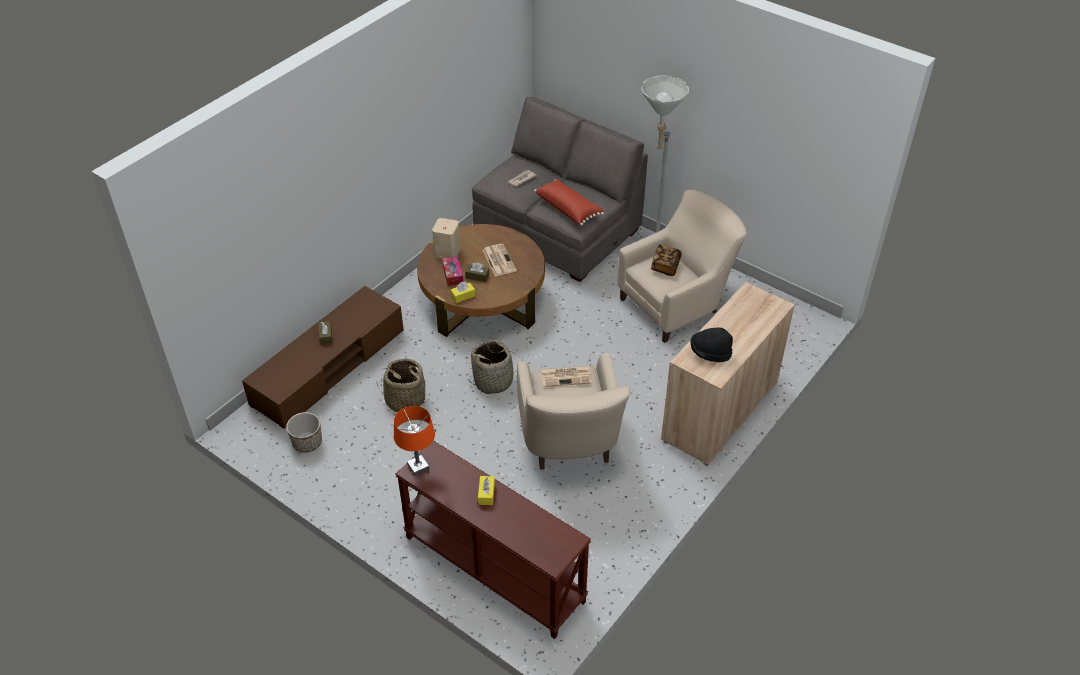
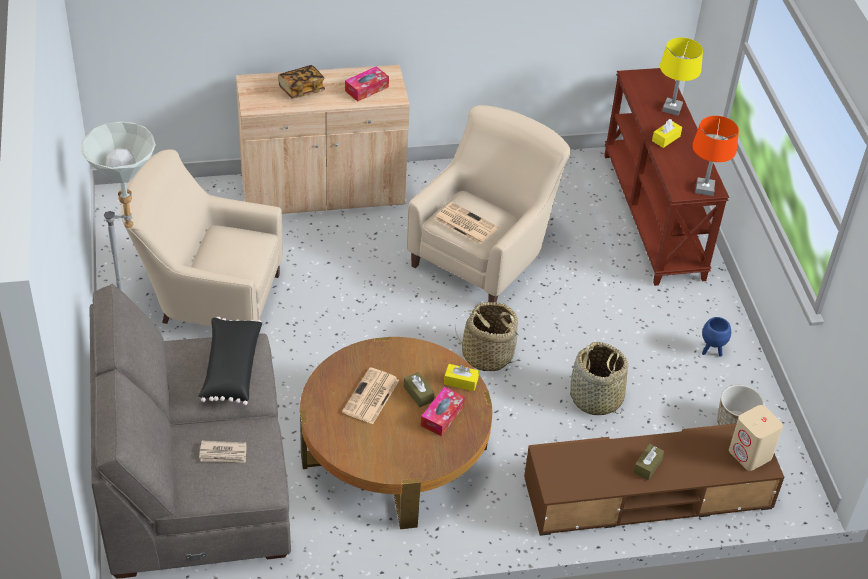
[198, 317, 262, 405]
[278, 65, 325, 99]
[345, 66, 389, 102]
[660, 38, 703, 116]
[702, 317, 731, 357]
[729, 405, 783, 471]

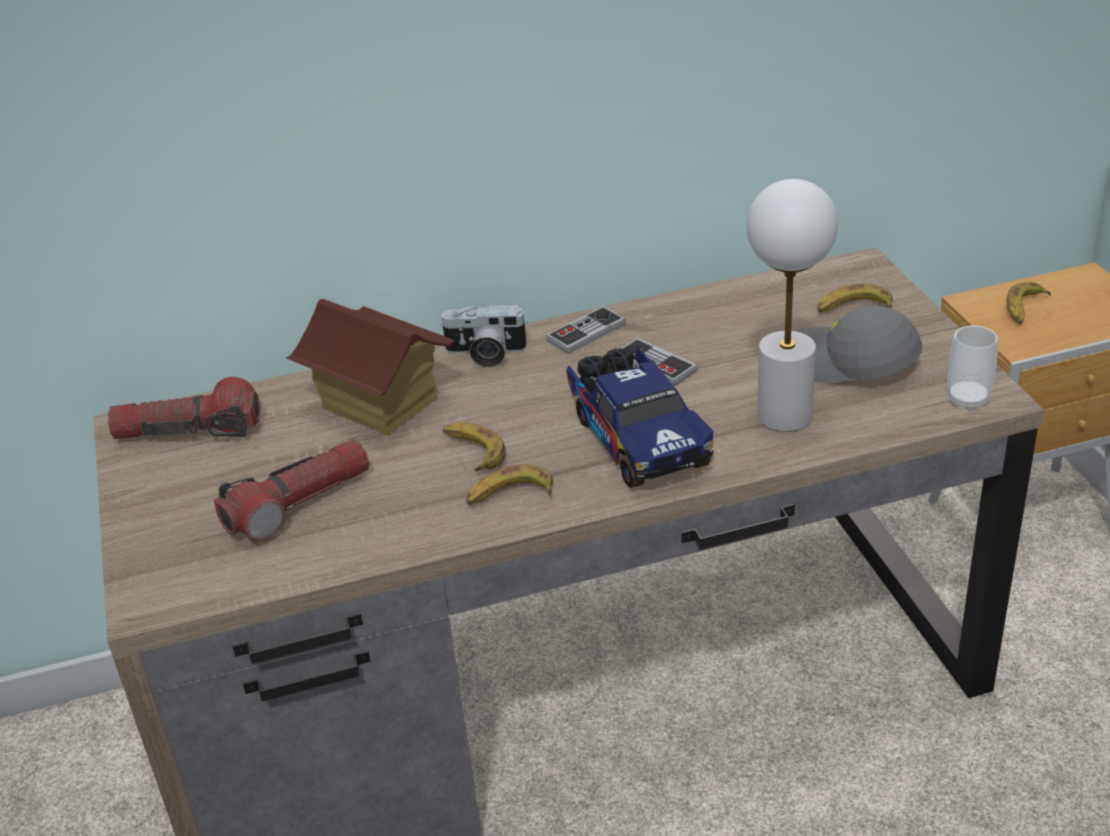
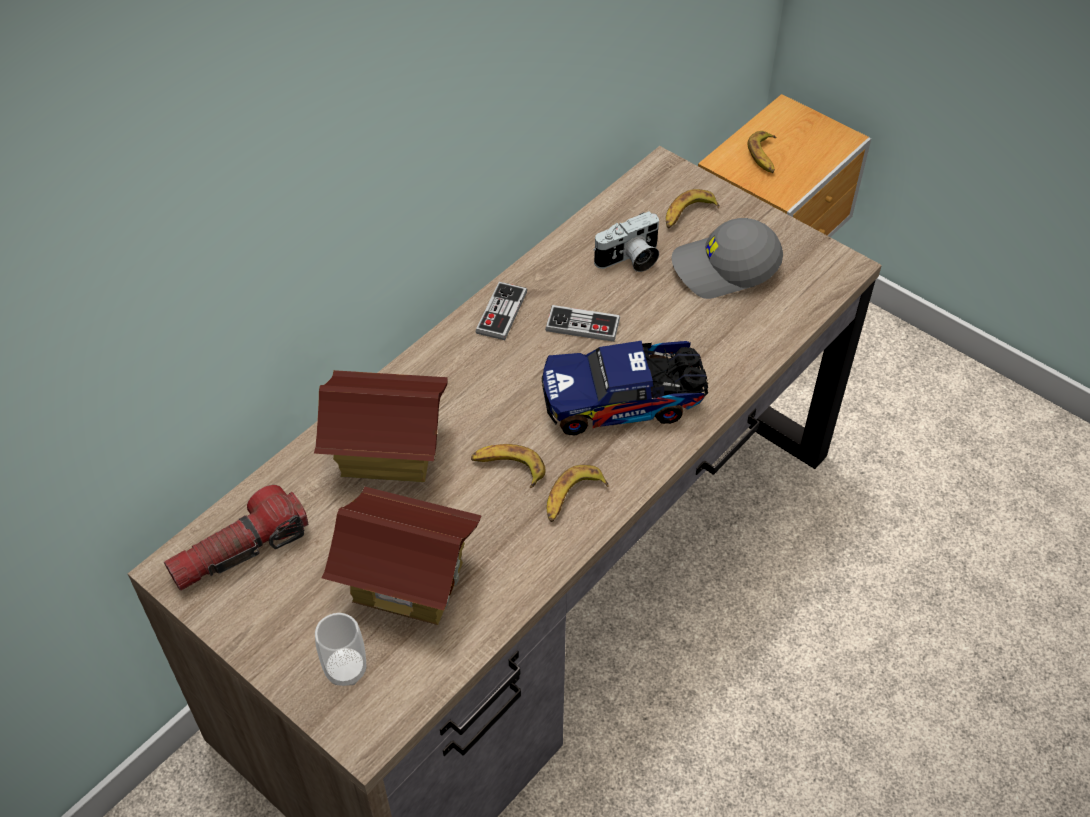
[315, 613, 366, 686]
[321, 487, 481, 625]
[542, 341, 708, 436]
[593, 211, 659, 272]
[747, 179, 838, 432] (first image)

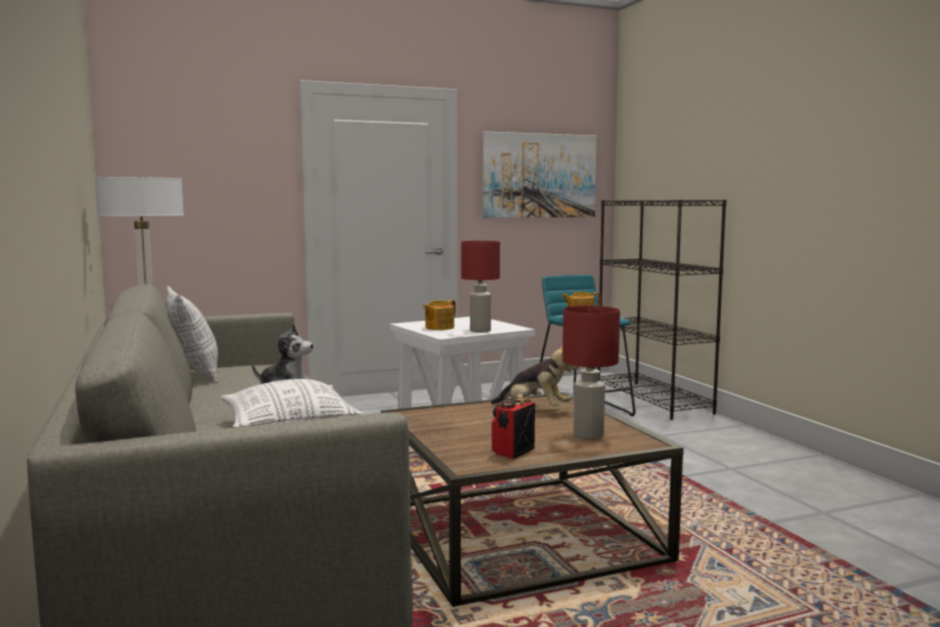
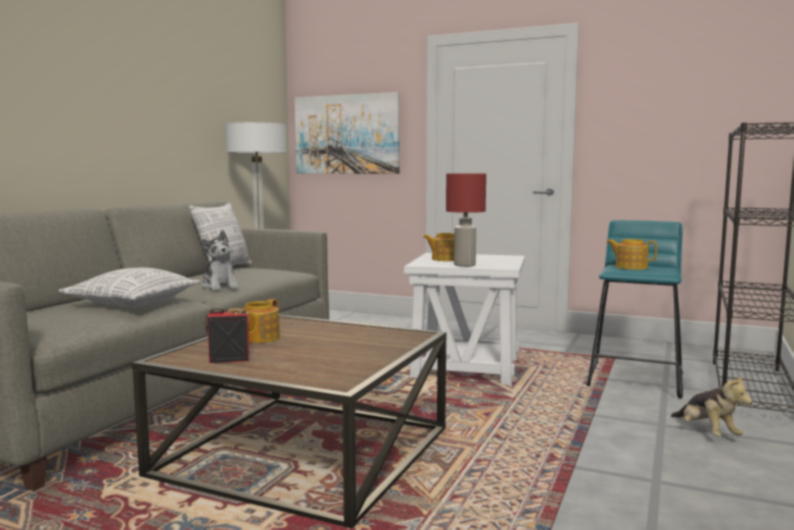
[242, 299, 280, 343]
[295, 92, 400, 174]
[671, 374, 753, 436]
[562, 306, 620, 440] (first image)

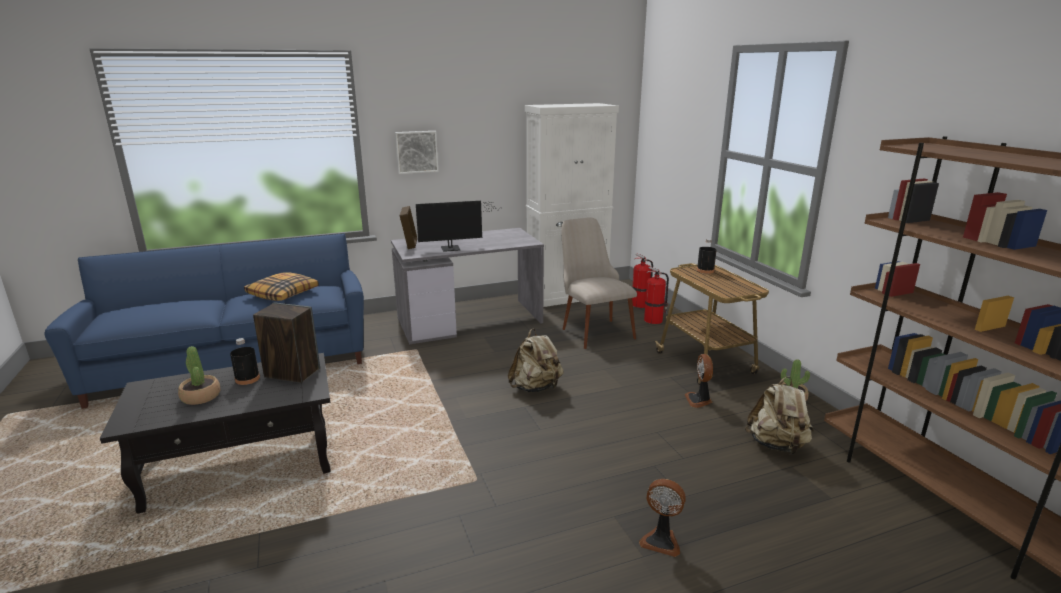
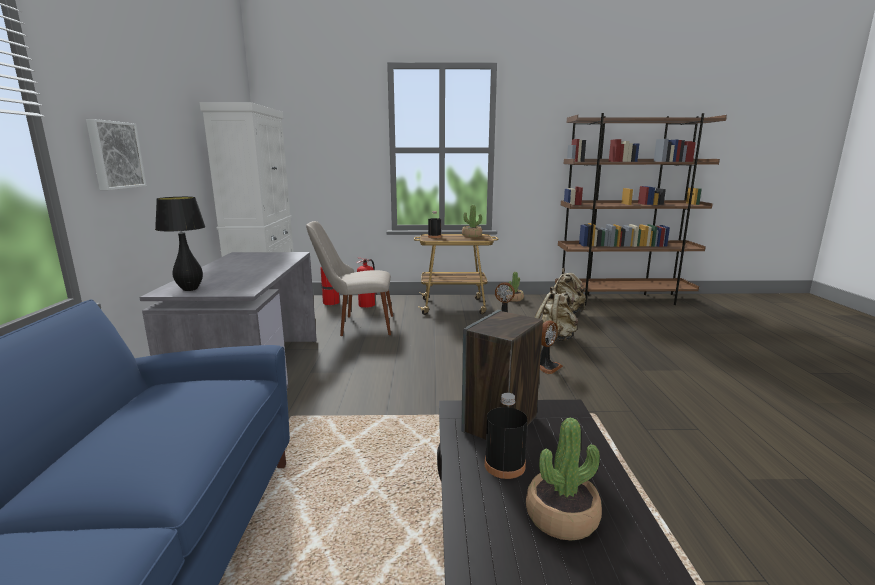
[155, 196, 206, 291]
[462, 205, 482, 237]
[534, 287, 578, 341]
[540, 320, 563, 374]
[244, 272, 319, 301] (first image)
[416, 201, 501, 252] (first image)

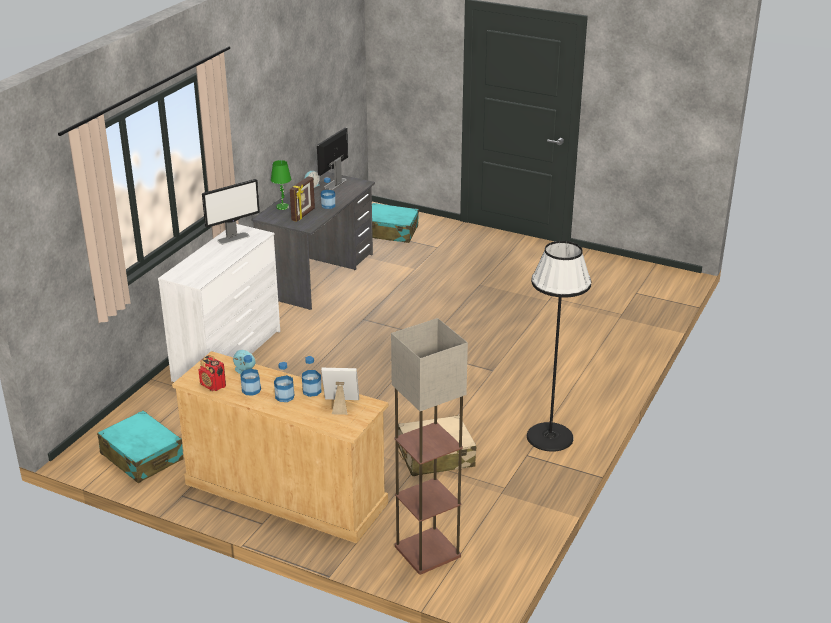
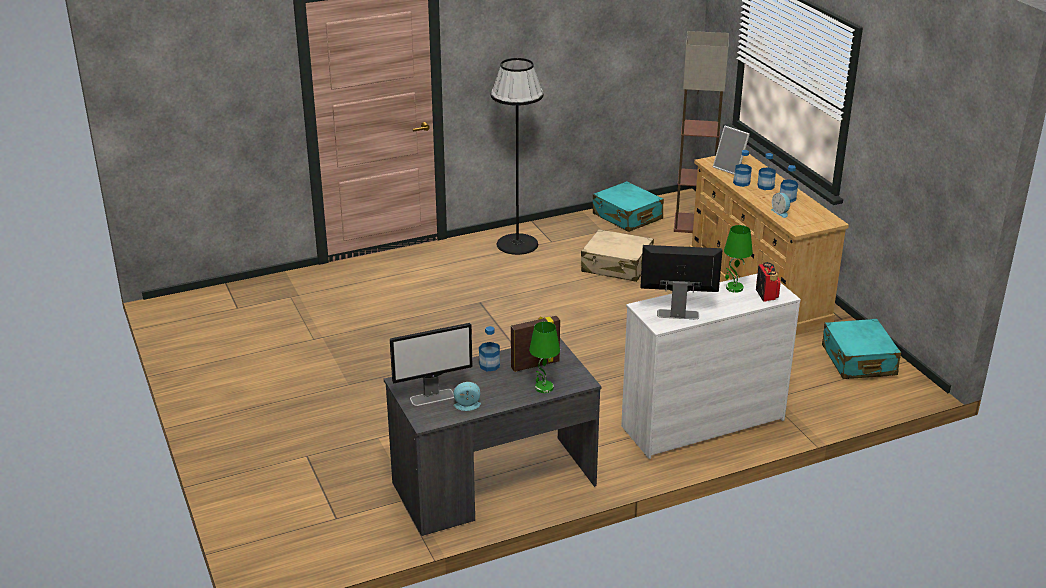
[593, 181, 664, 232]
[724, 225, 753, 293]
[756, 262, 781, 302]

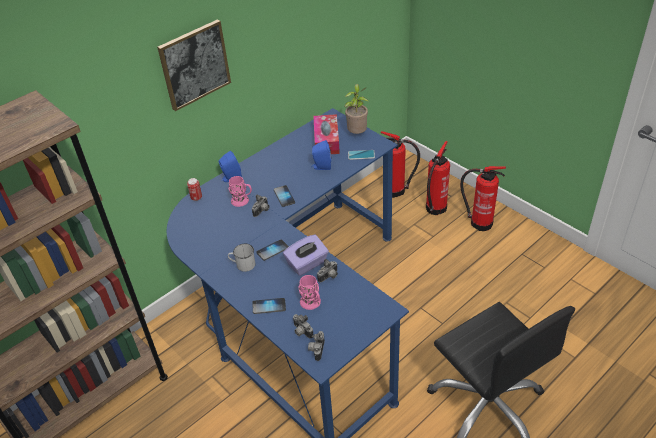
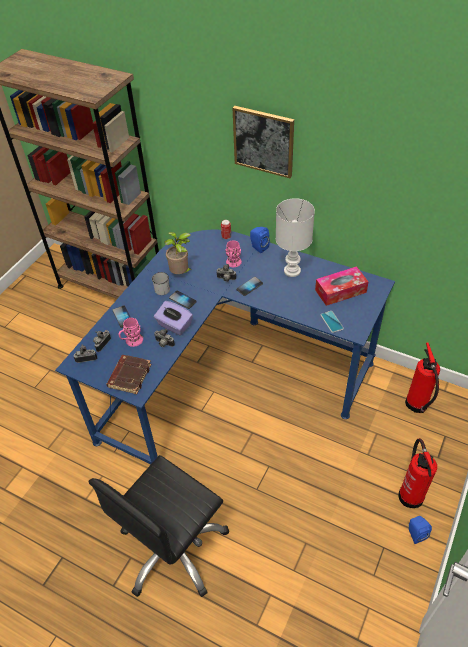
[106, 355, 151, 394]
[164, 232, 193, 274]
[276, 198, 315, 277]
[409, 516, 432, 544]
[426, 141, 450, 215] (first image)

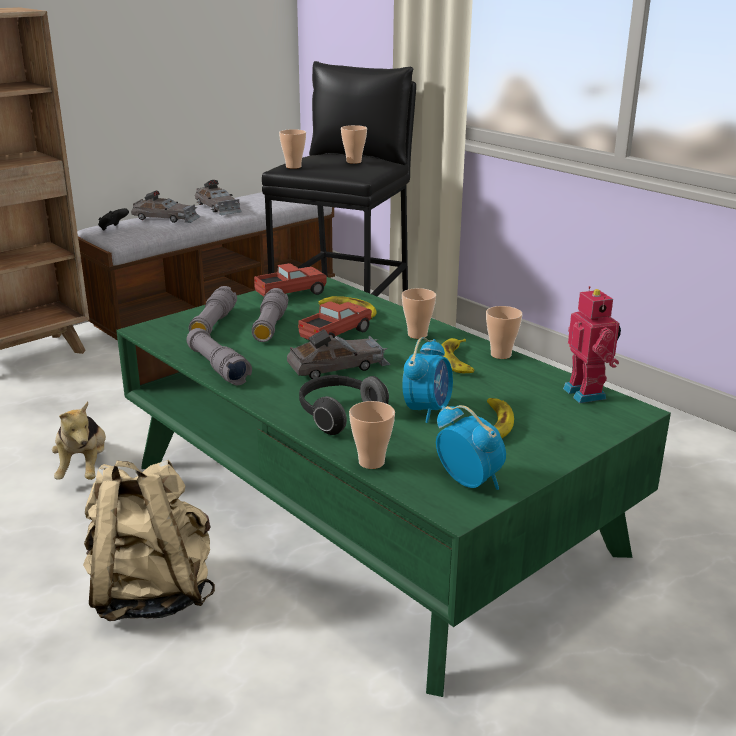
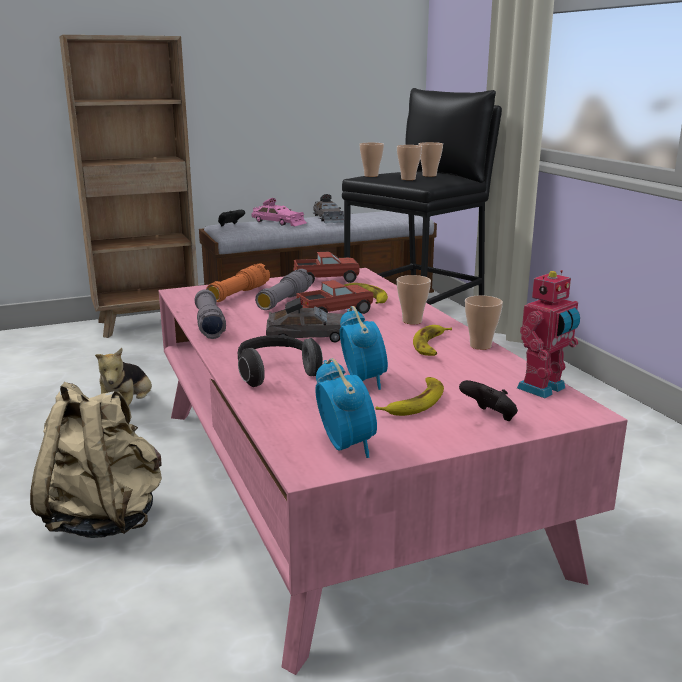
[158, 268, 628, 675]
[206, 263, 270, 302]
[251, 198, 307, 226]
[340, 306, 388, 390]
[397, 145, 422, 180]
[459, 380, 518, 421]
[517, 270, 580, 398]

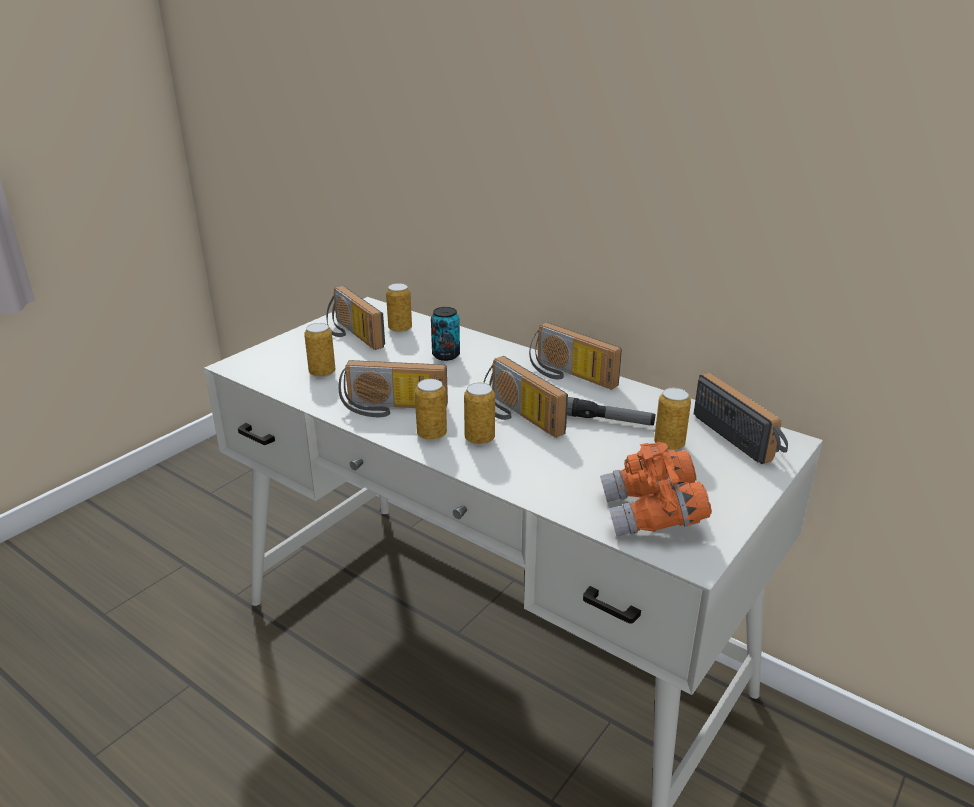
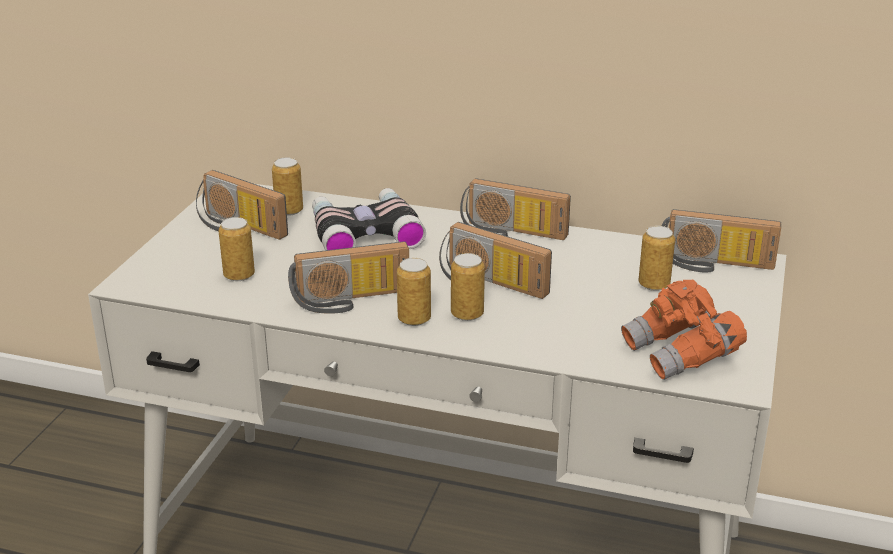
[312, 188, 426, 250]
[662, 209, 781, 273]
[567, 397, 655, 426] (first image)

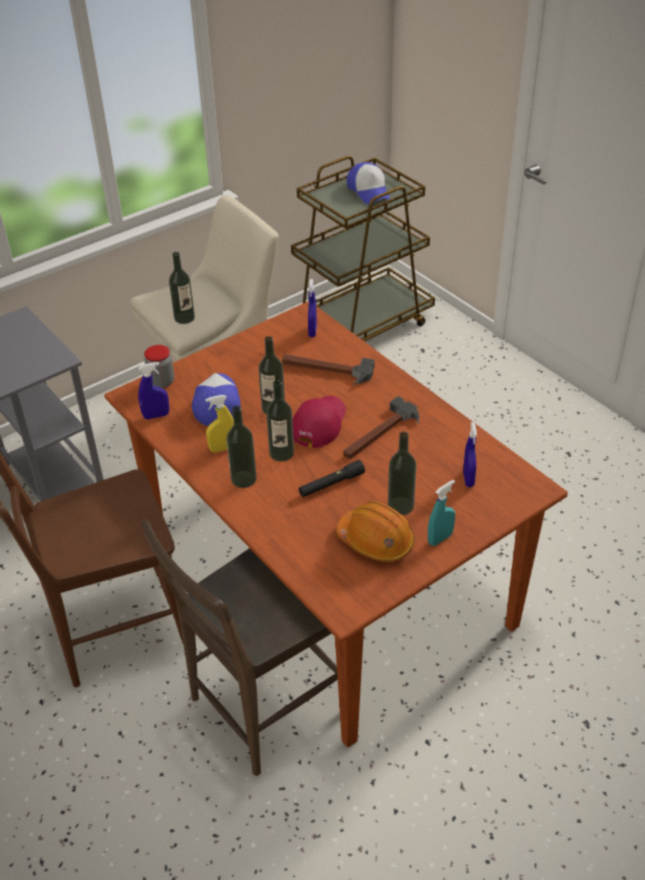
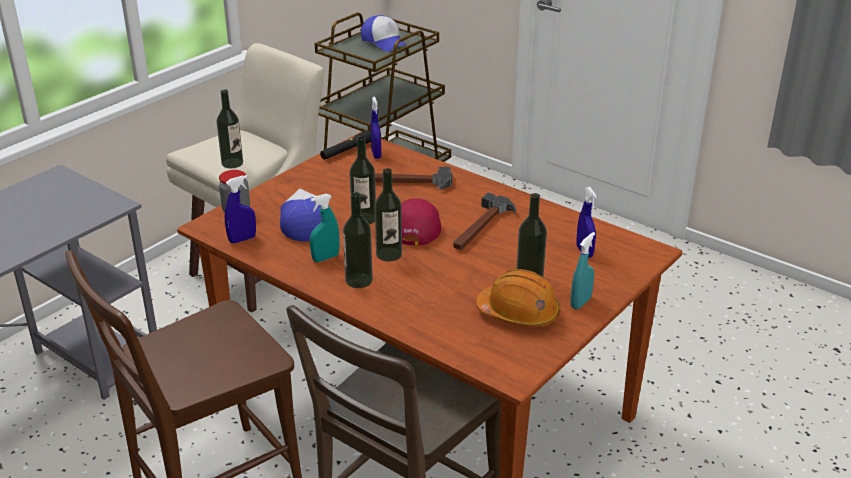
[310, 194, 340, 262]
[320, 130, 371, 160]

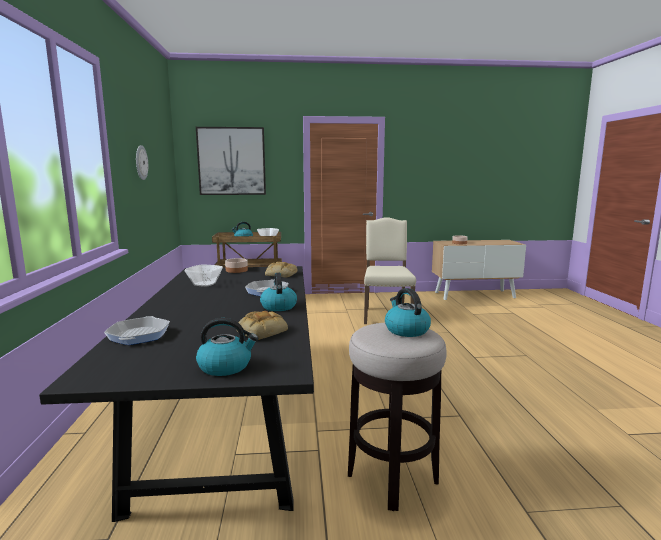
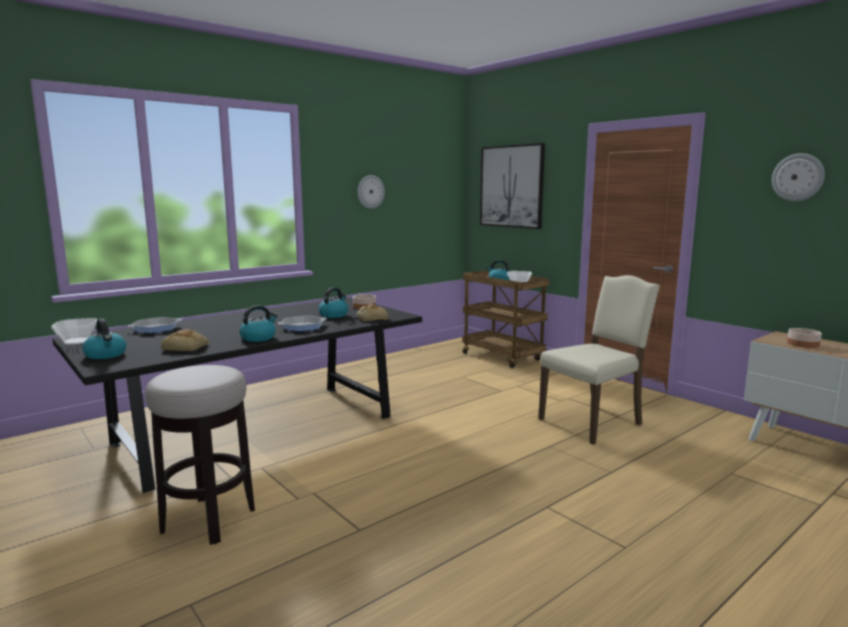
[51, 318, 97, 344]
[318, 287, 348, 318]
[772, 153, 825, 201]

